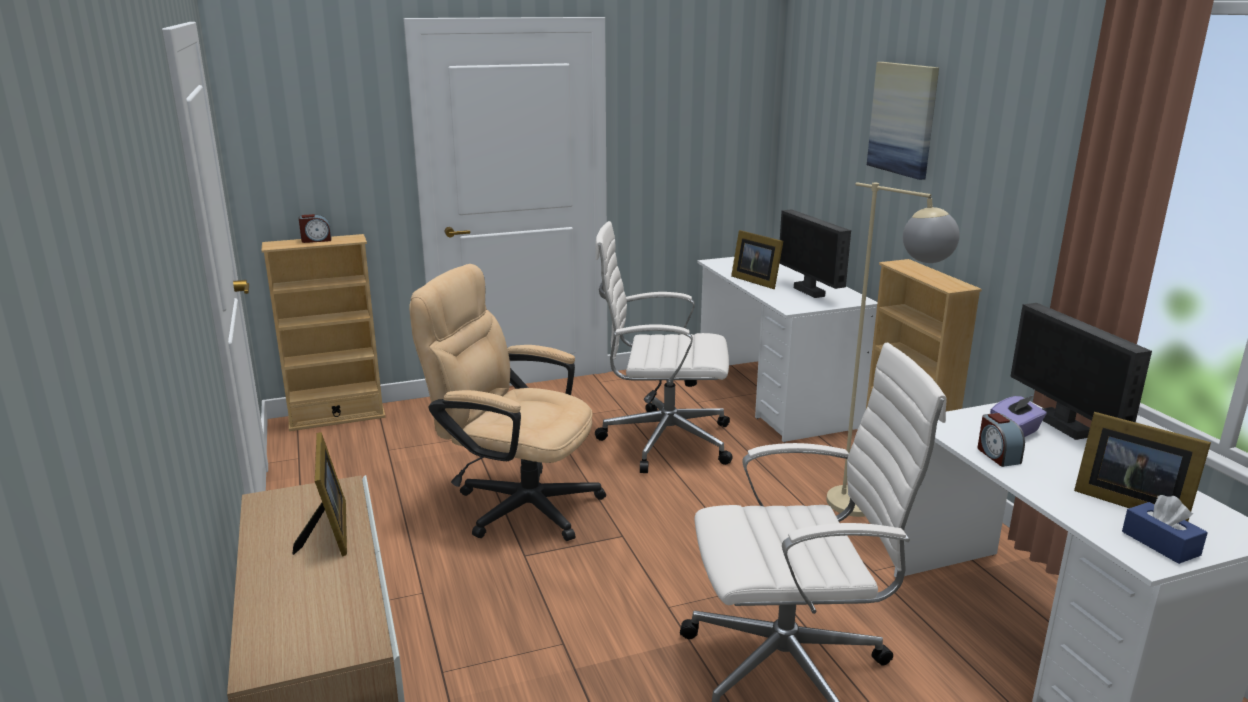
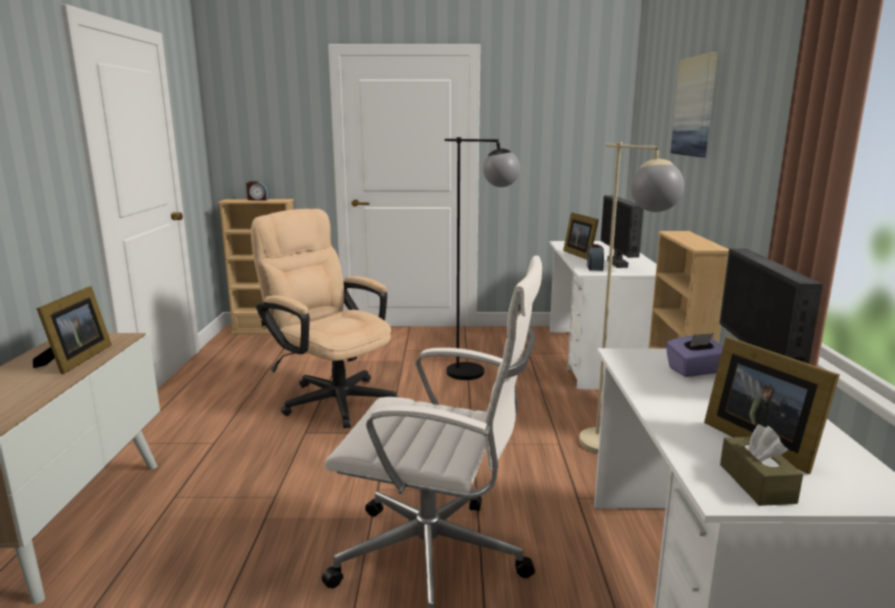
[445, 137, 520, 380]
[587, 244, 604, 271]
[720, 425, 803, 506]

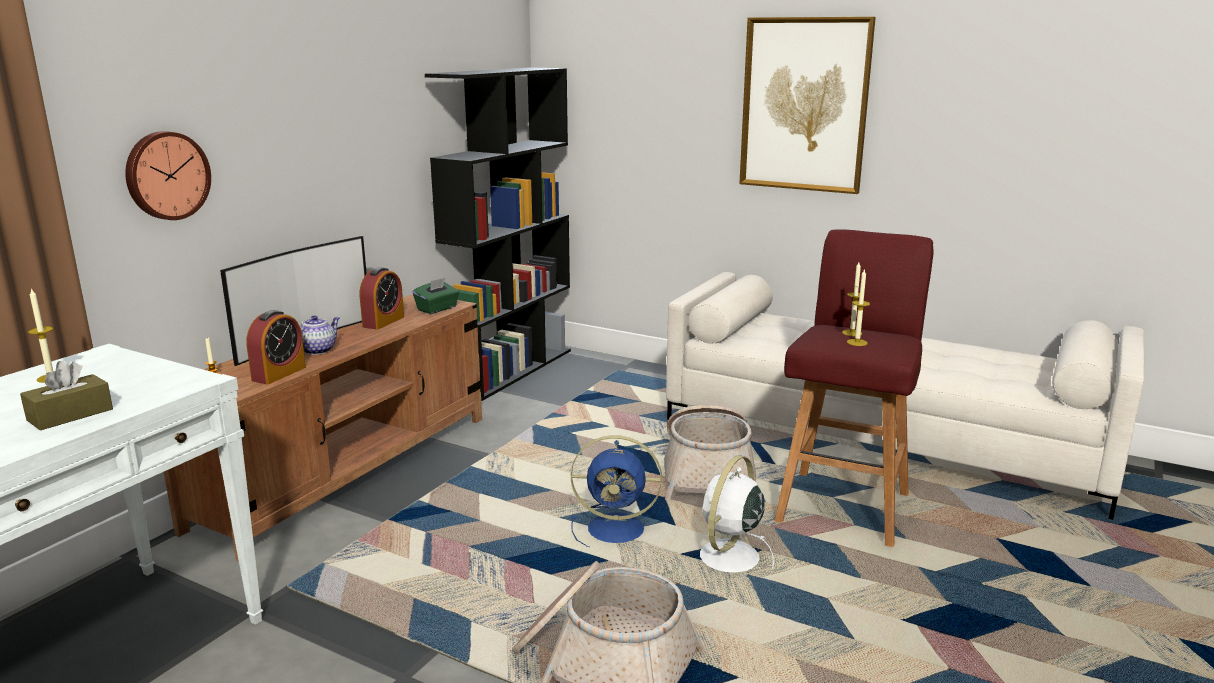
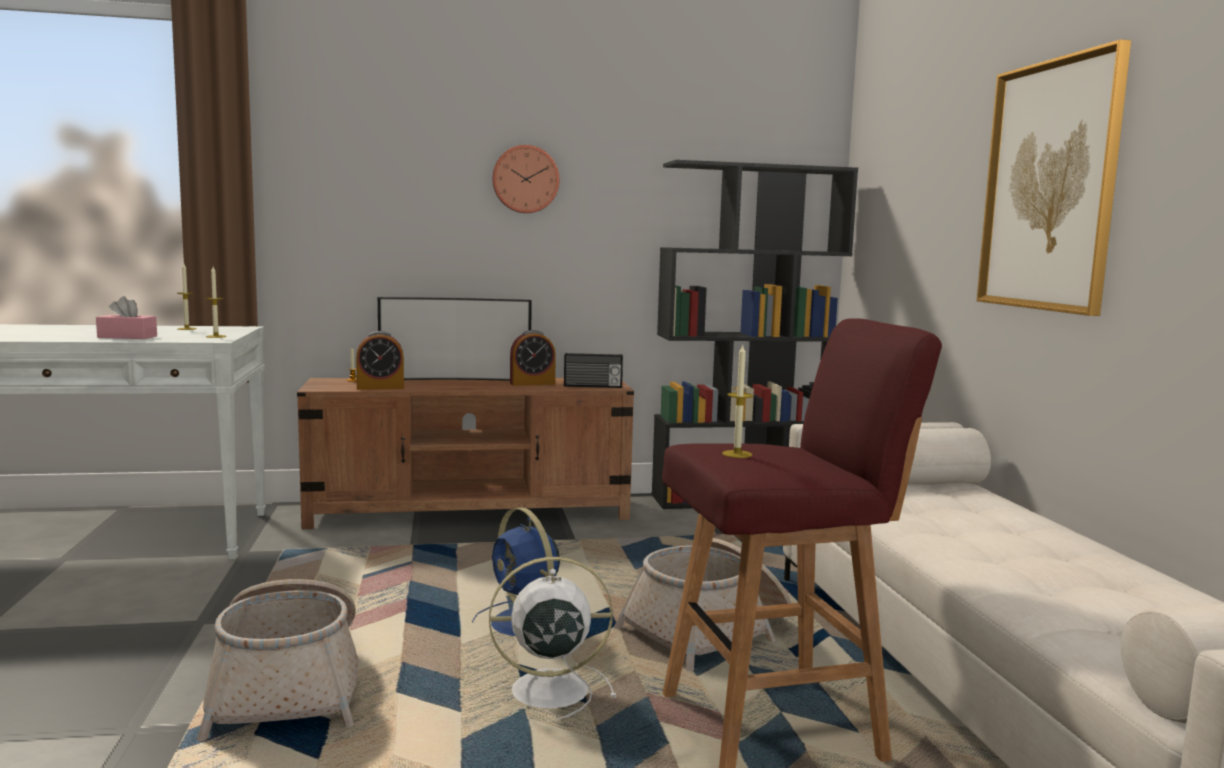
[96, 296, 157, 339]
[206, 267, 226, 338]
[492, 145, 559, 213]
[564, 353, 623, 388]
[300, 316, 340, 355] (first image)

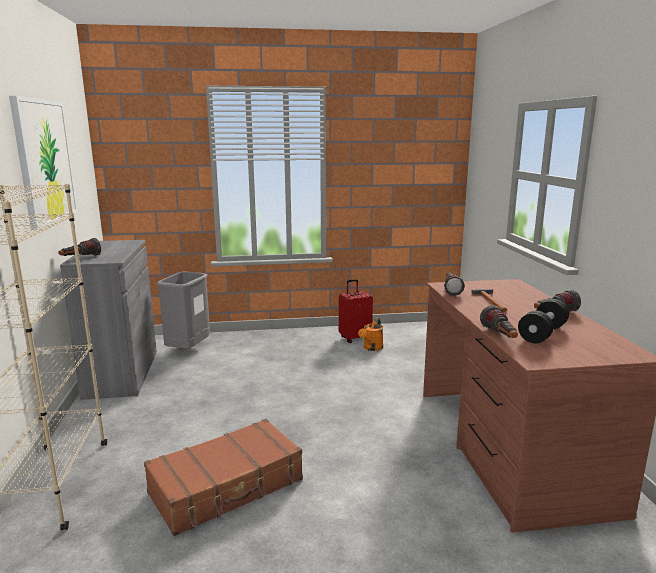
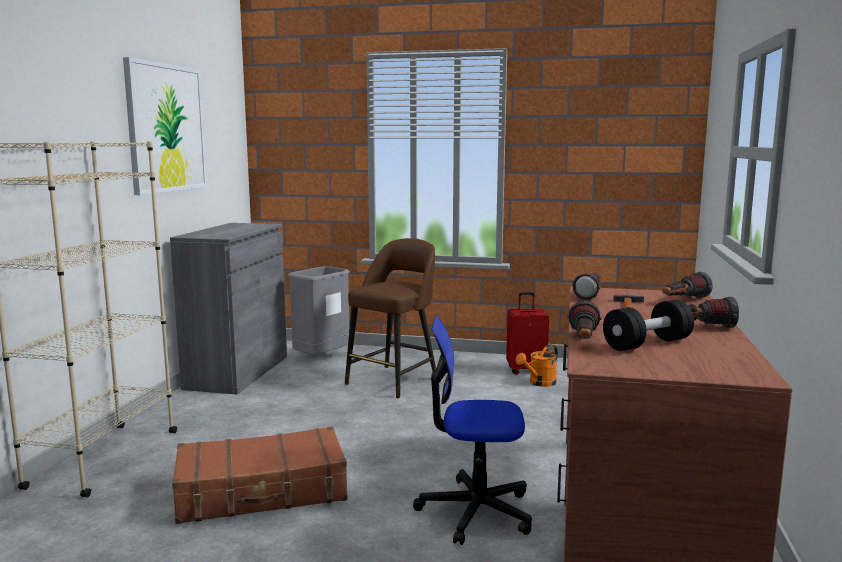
[345, 238, 436, 398]
[413, 317, 532, 545]
[663, 272, 713, 298]

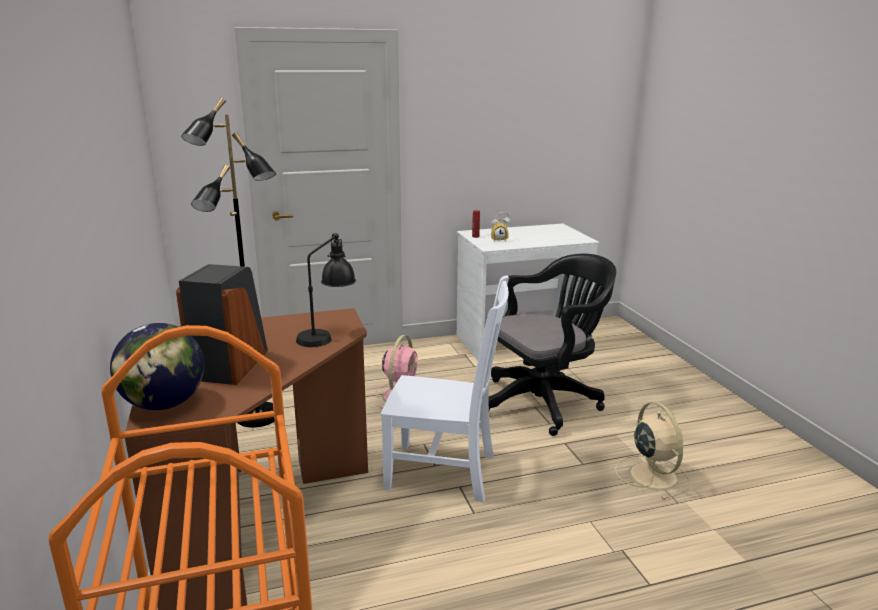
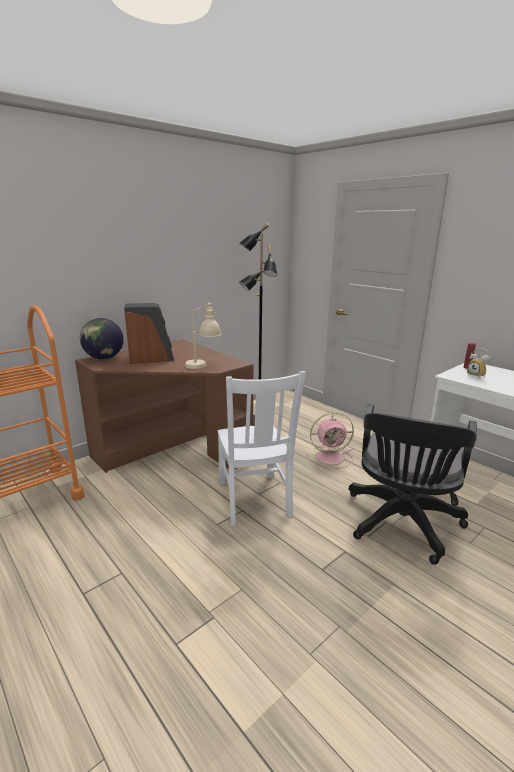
[185, 303, 221, 369]
[349, 404, 477, 565]
[615, 402, 690, 500] (first image)

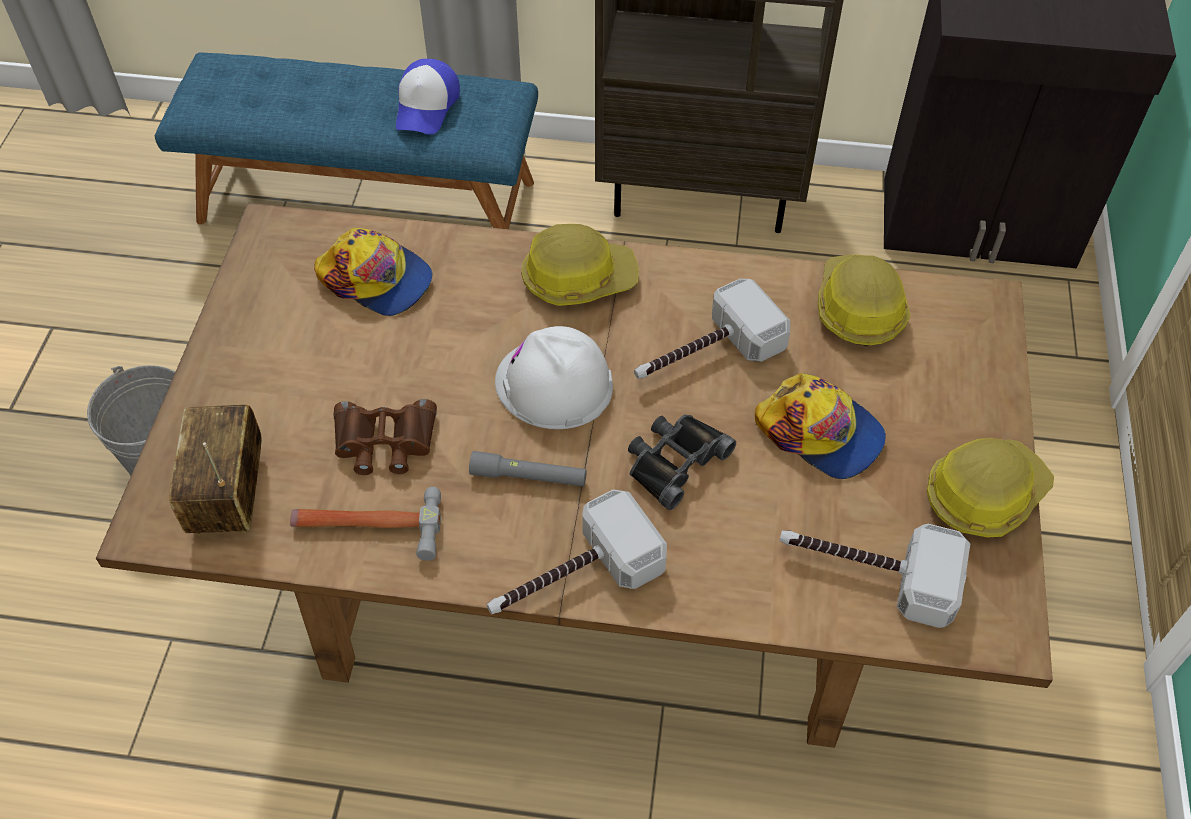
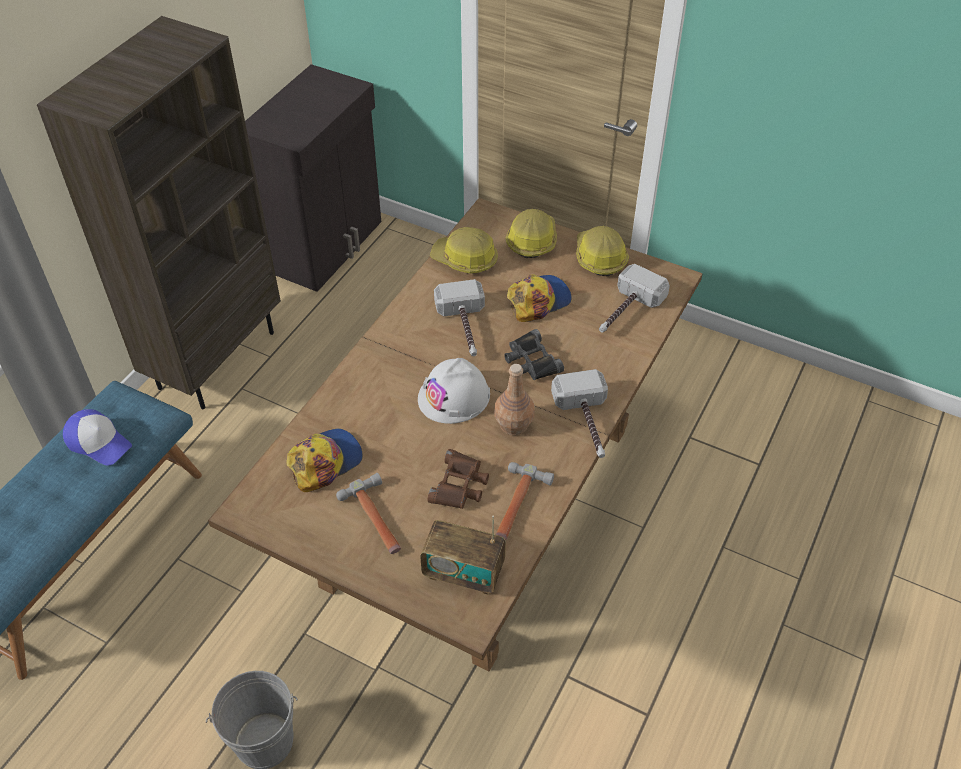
[336, 473, 401, 554]
[494, 364, 534, 435]
[505, 209, 557, 258]

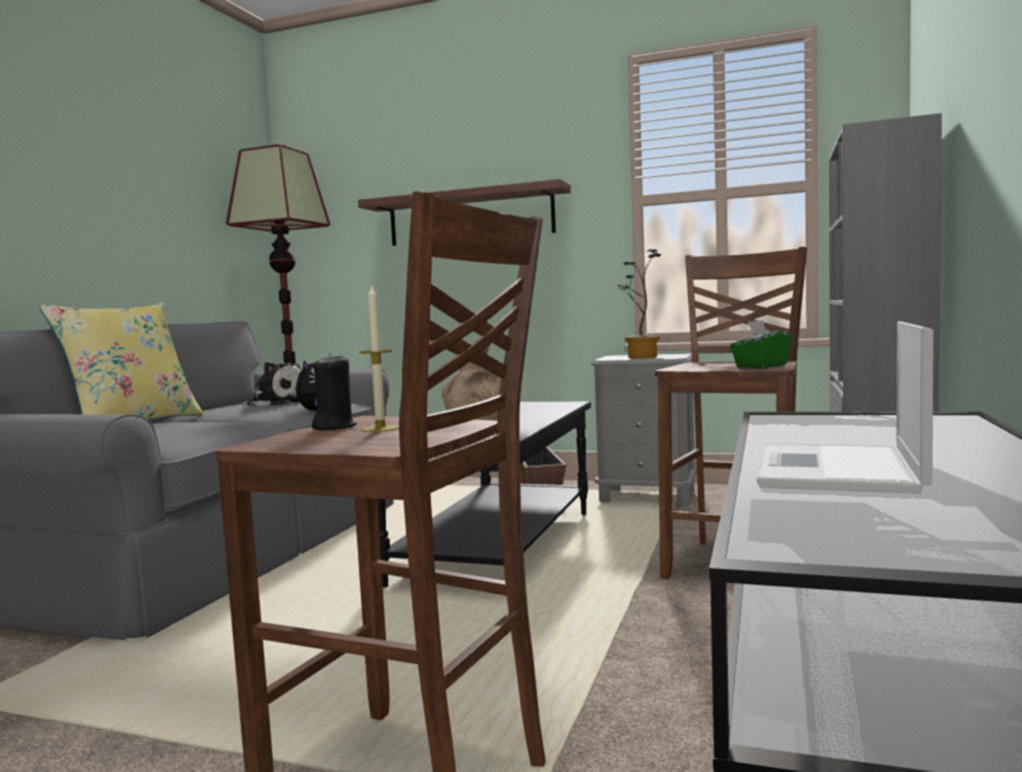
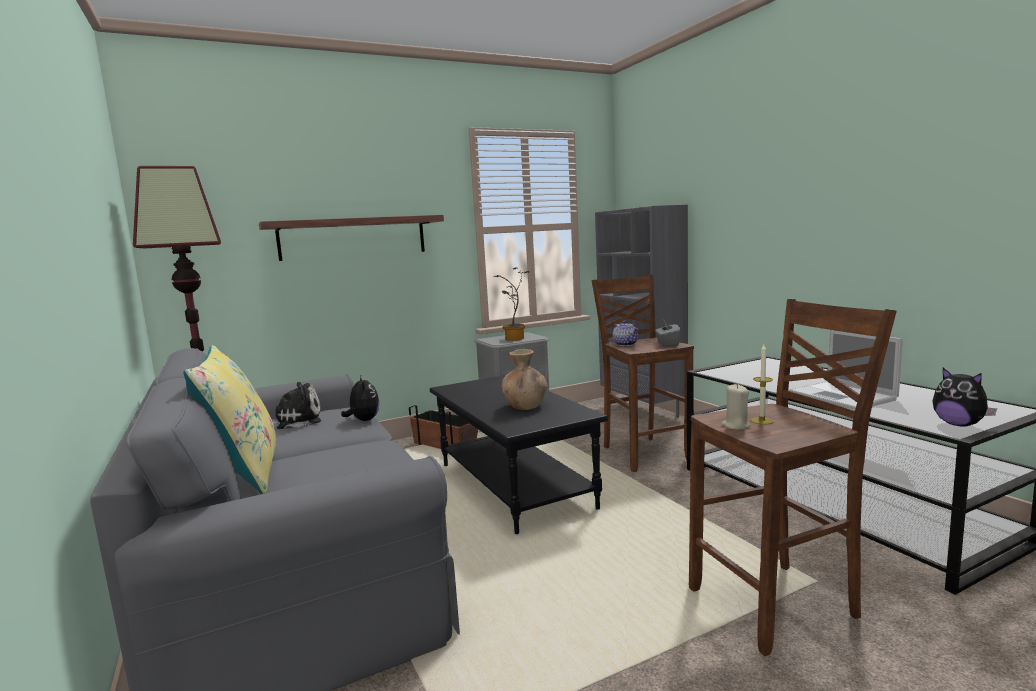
[612, 320, 639, 346]
[655, 319, 681, 347]
[722, 384, 751, 429]
[933, 368, 997, 426]

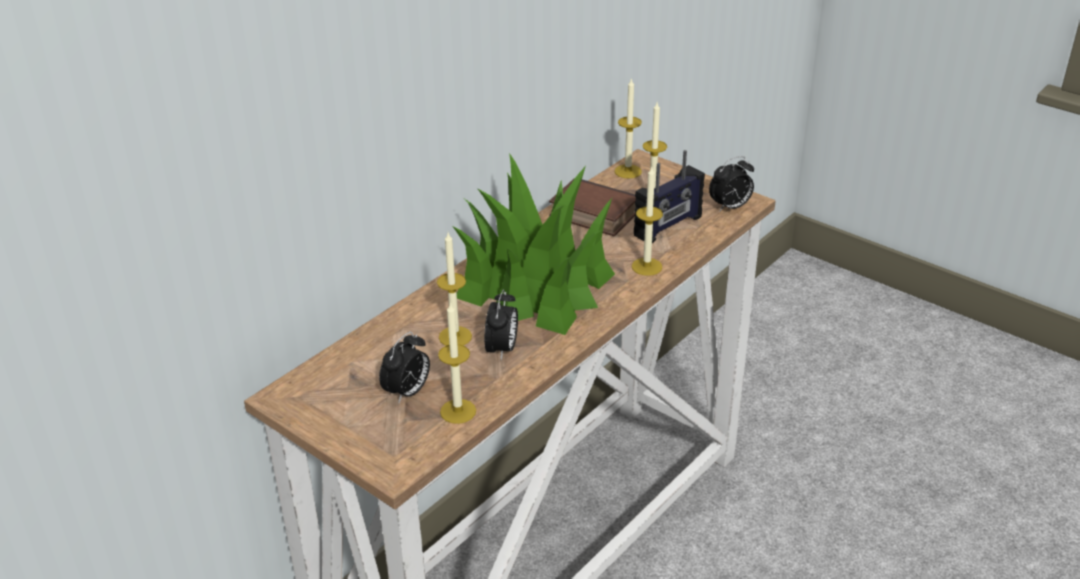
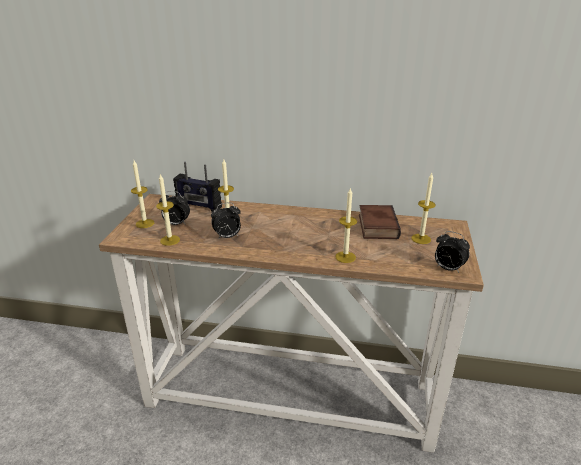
[131, 160, 154, 228]
[173, 162, 222, 212]
[452, 153, 615, 335] (first image)

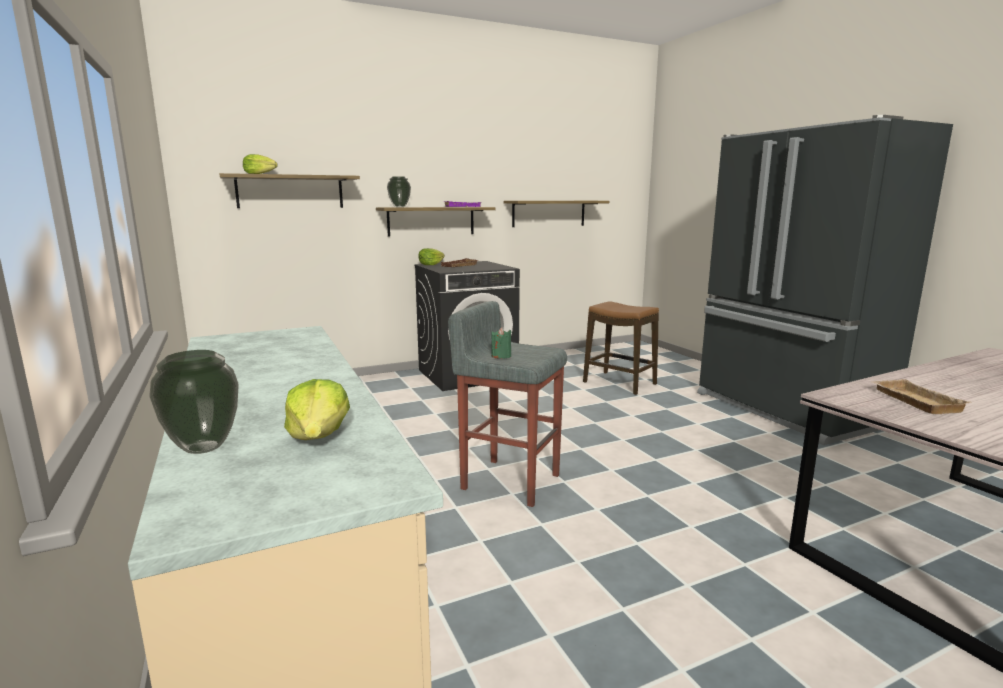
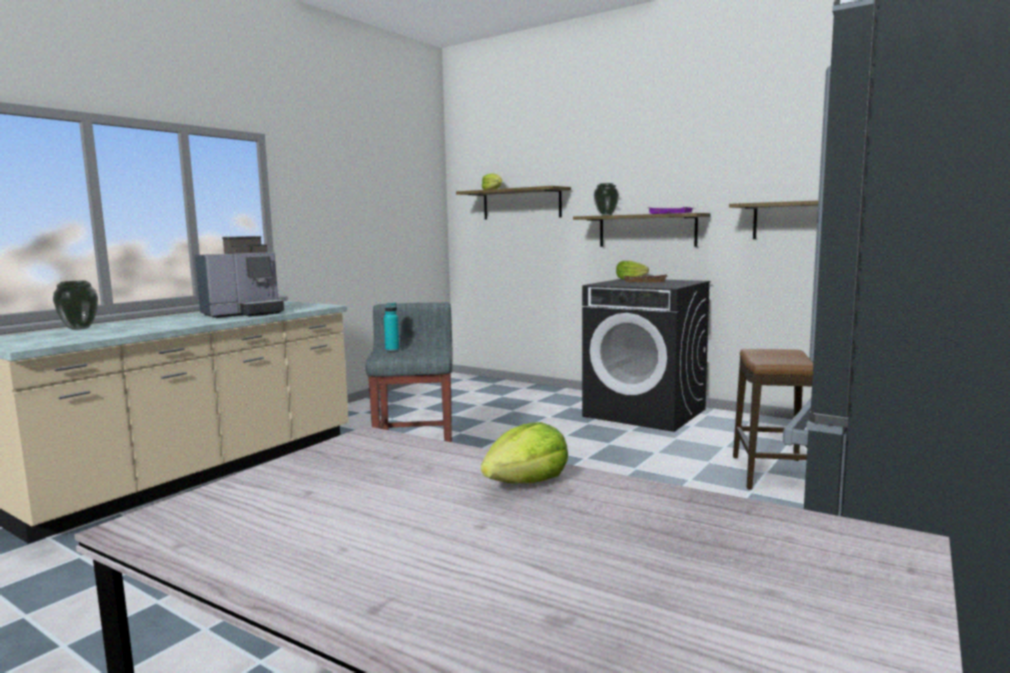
[195, 236, 284, 318]
[384, 303, 400, 351]
[481, 422, 568, 484]
[872, 379, 970, 414] (first image)

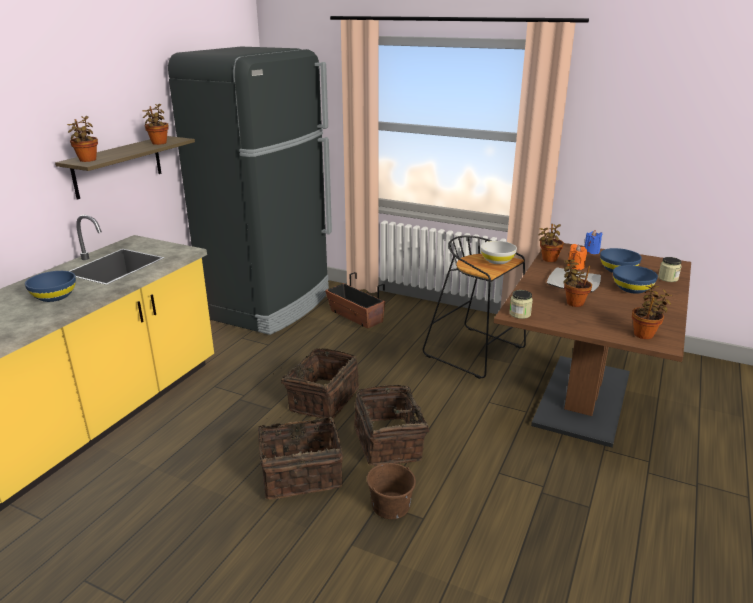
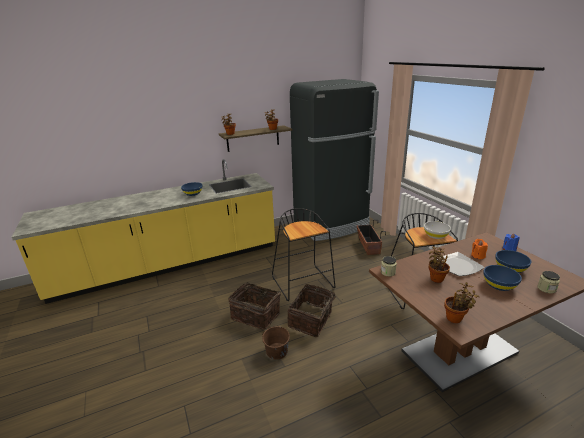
[272, 208, 335, 301]
[539, 224, 564, 262] (first image)

